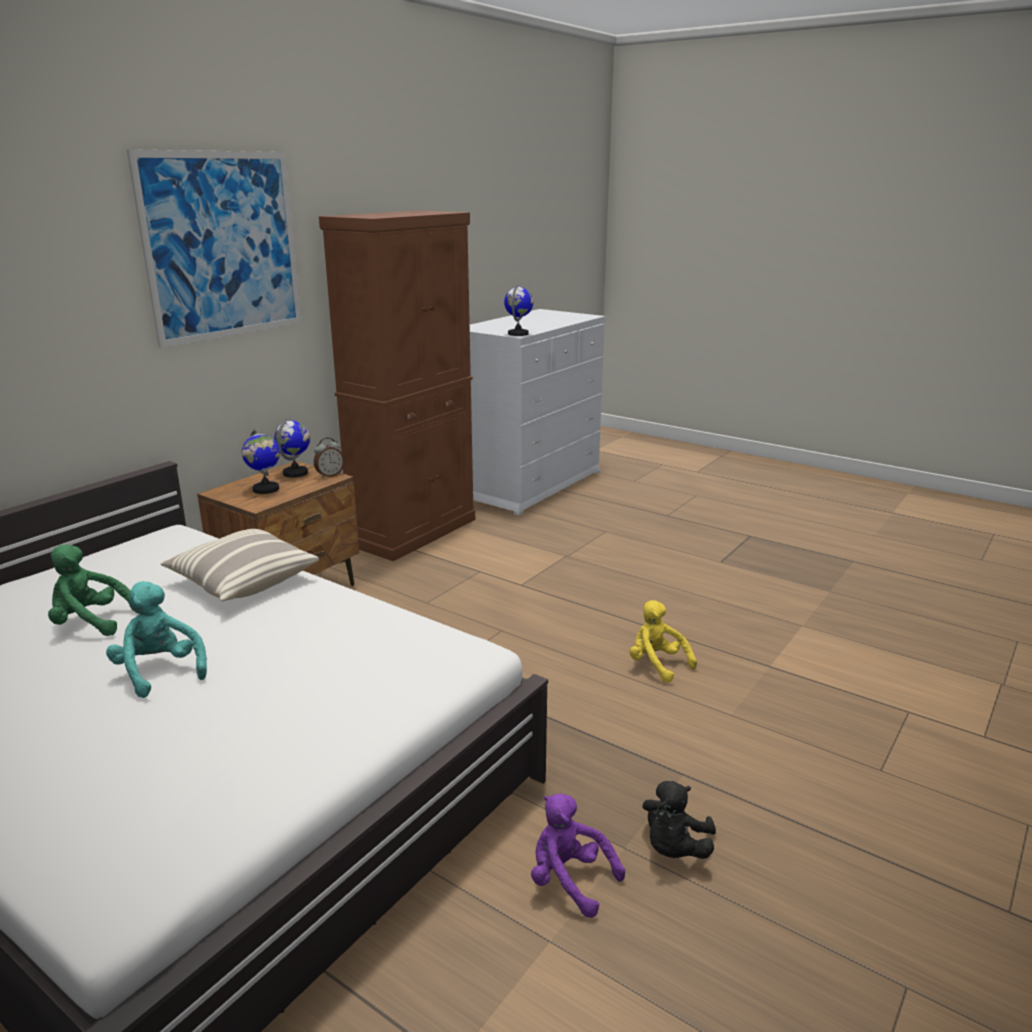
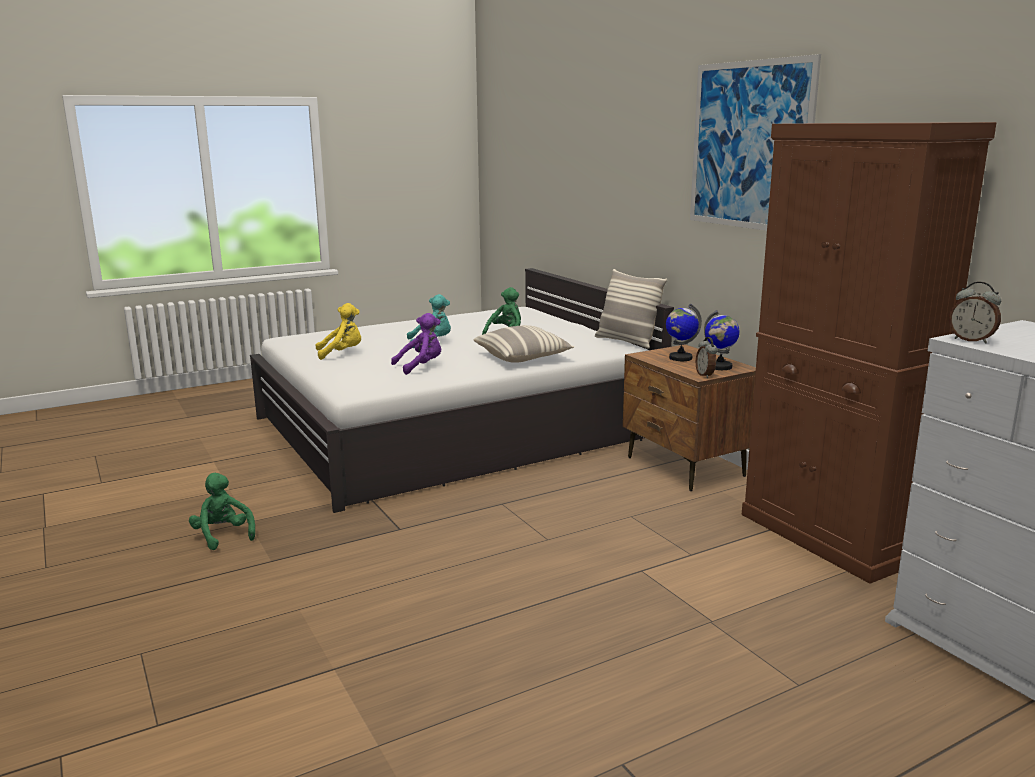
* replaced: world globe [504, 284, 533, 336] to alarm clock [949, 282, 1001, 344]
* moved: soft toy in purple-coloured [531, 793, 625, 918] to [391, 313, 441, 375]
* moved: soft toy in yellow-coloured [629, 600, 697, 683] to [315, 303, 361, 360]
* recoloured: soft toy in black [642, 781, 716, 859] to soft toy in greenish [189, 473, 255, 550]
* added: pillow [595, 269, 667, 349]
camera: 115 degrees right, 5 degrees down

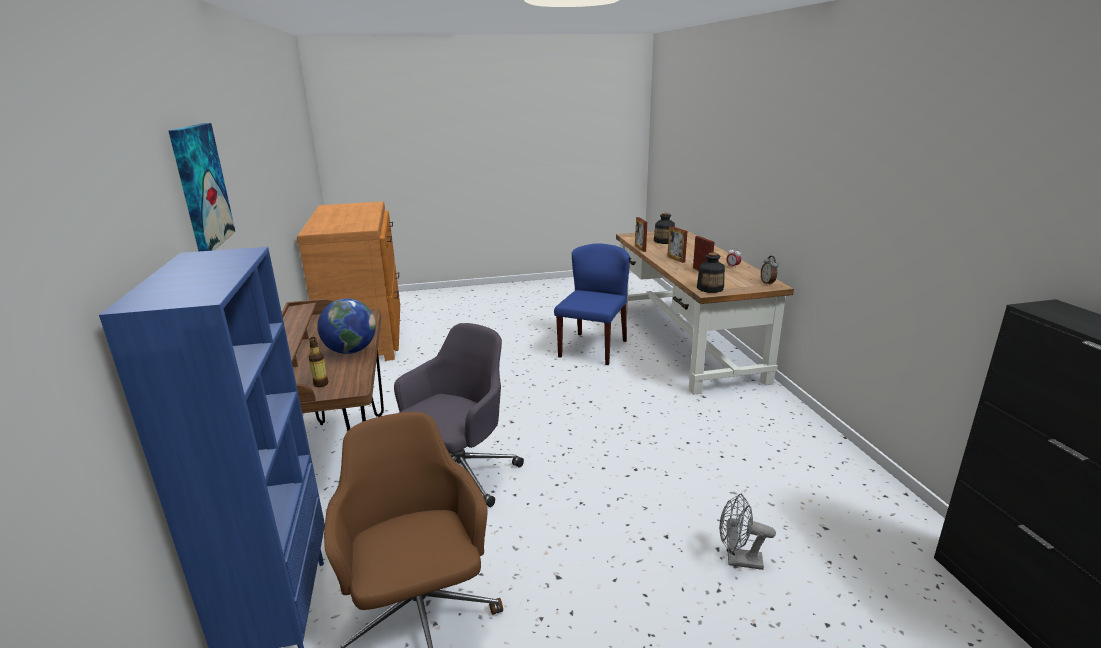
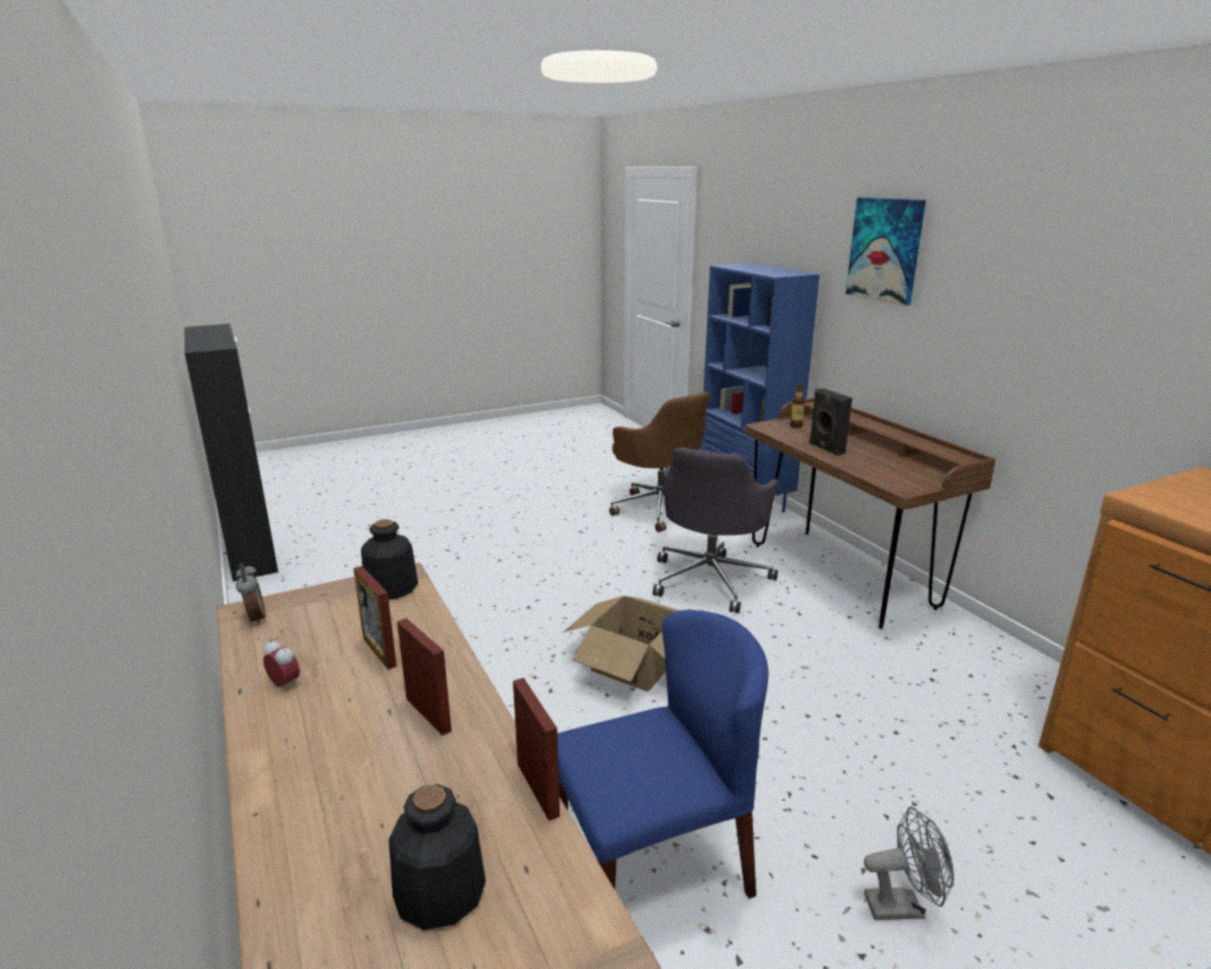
* replaced: world globe [317, 298, 376, 354] to audio speaker in black [809, 388, 852, 456]
* turned: plain chair in blue [554, 243, 630, 365] = [557, 610, 769, 899] 120 degrees counterclockwise
* moved: fan in greyish [720, 494, 776, 570] to [864, 806, 954, 920]
* added: cardboard box [563, 596, 680, 692]
camera: 165 degrees right, 0 degrees up

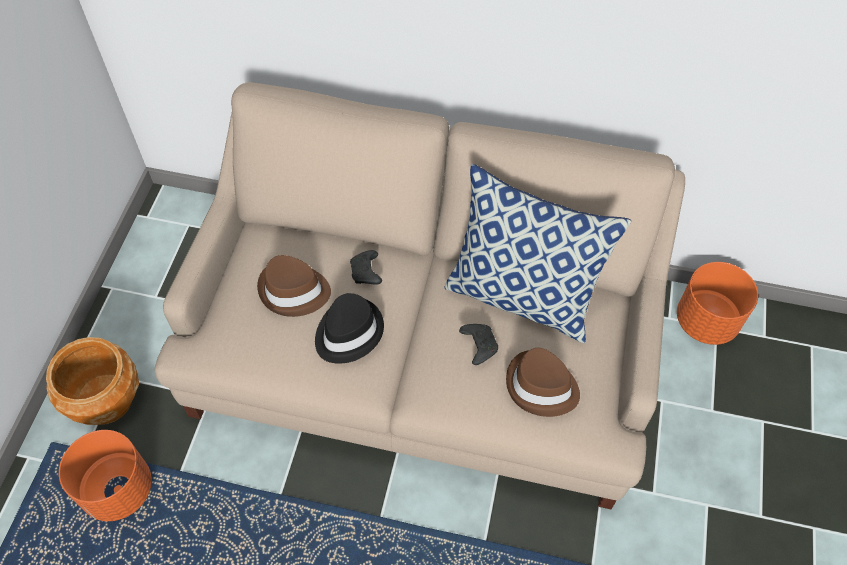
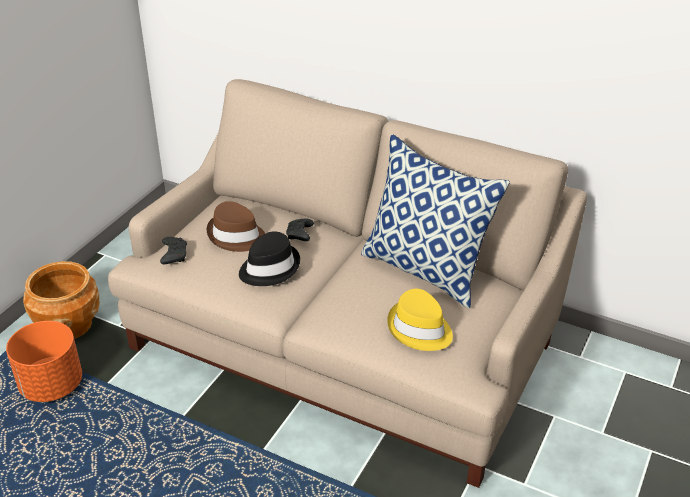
* moved: joypad in black [459, 324, 498, 365] to [160, 237, 187, 264]
* recoloured: clothing hat in brown-coloured [506, 348, 580, 417] to clothing hat in yellow-coloured [387, 289, 453, 351]
* removed: plant pot in orange-coloured [677, 262, 758, 345]
camera: 15 degrees right, 20 degrees down

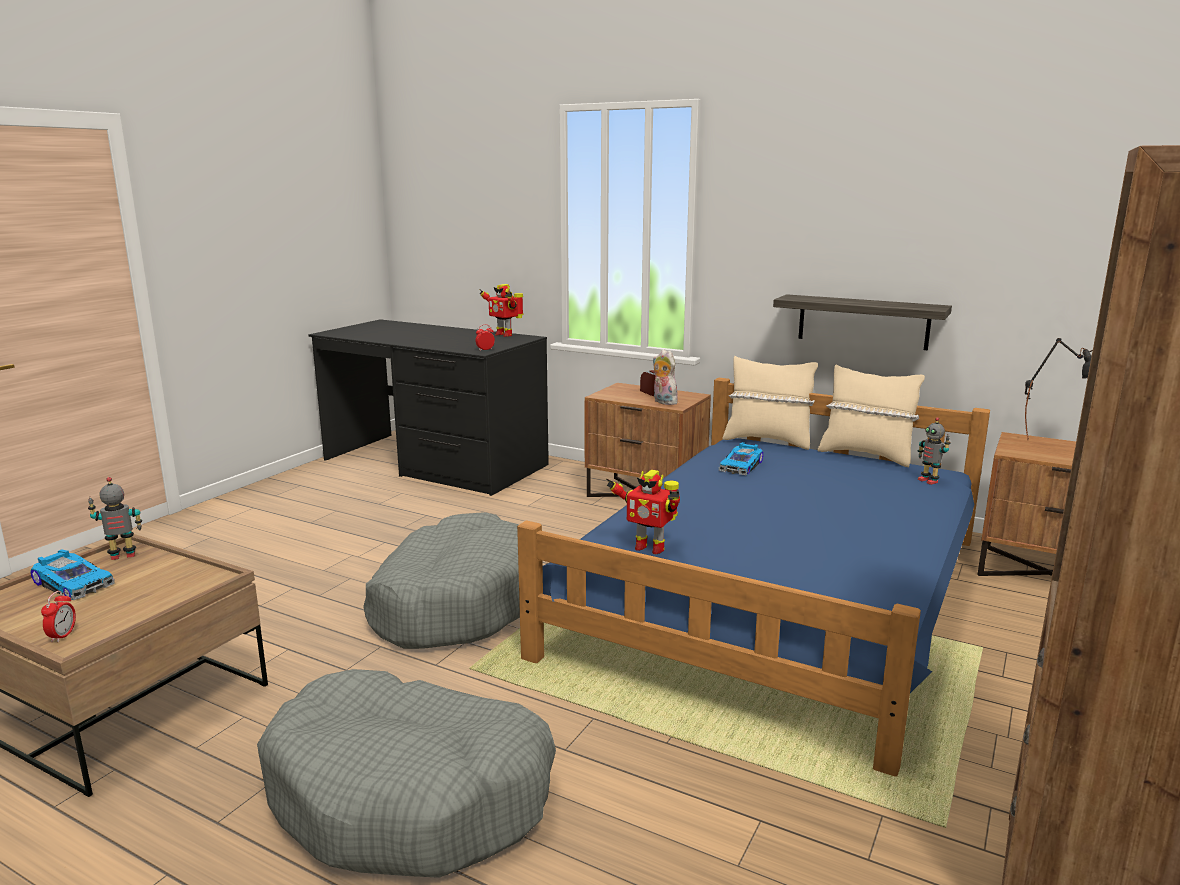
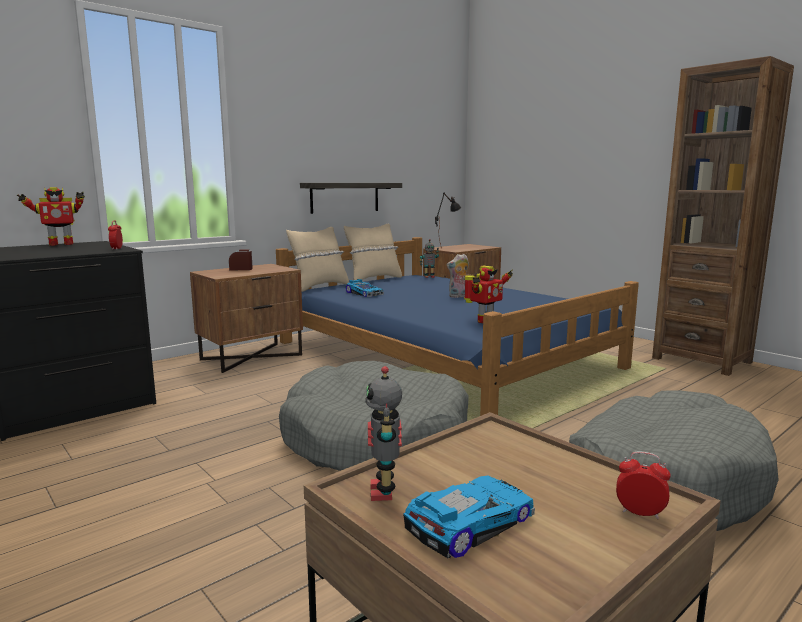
* moved: soft toy [653, 349, 679, 405] to [447, 254, 469, 298]
camera: 70 degrees left, 5 degrees down

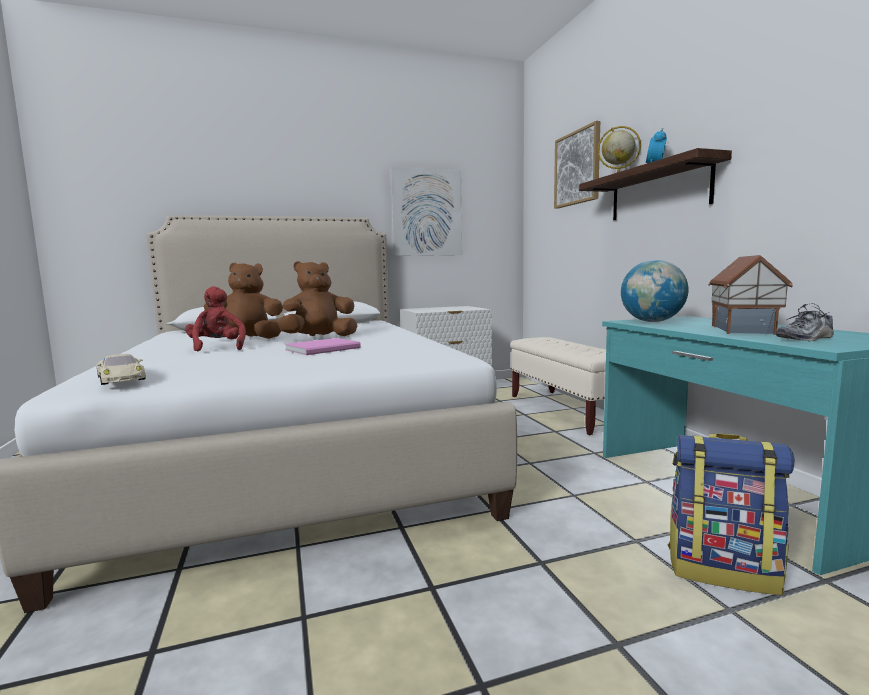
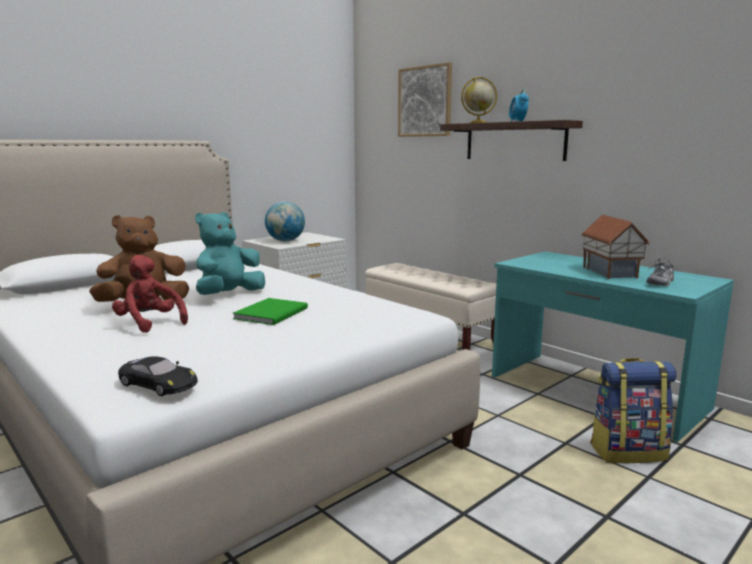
* recoloured: miniature car in sand-coloured [96, 354, 146, 385] to miniature car in black [118, 356, 198, 396]
* recoloured: soft toy in brown-coloured [277, 261, 358, 336] to soft toy in turquoise-coloured [195, 212, 265, 295]
* recoloured: bound book in pink [285, 338, 361, 355] to bound book in greenish [233, 298, 308, 325]
* removed: picture [390, 167, 462, 256]
* moved: world globe [621, 260, 689, 322] to [265, 201, 305, 241]
camera: 25 degrees left, 5 degrees up

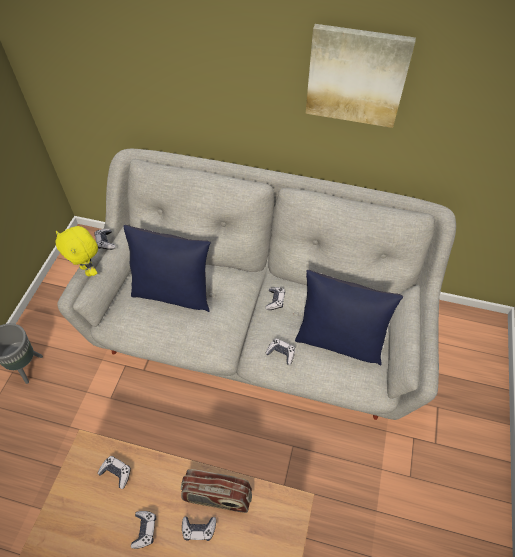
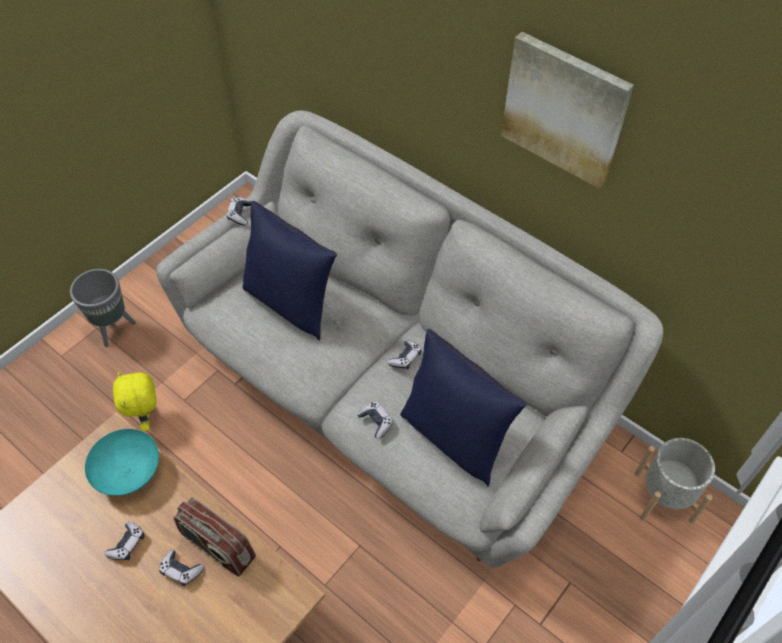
* moved: soft toy in yellow-coloured [55, 226, 98, 276] to [113, 372, 157, 431]
* replaced: joypad [97, 456, 131, 489] to bowl in turquoise-coloured [85, 429, 159, 496]
* added: plant pot in greyish [635, 438, 715, 523]
camera: 25 degrees right, 0 degrees up

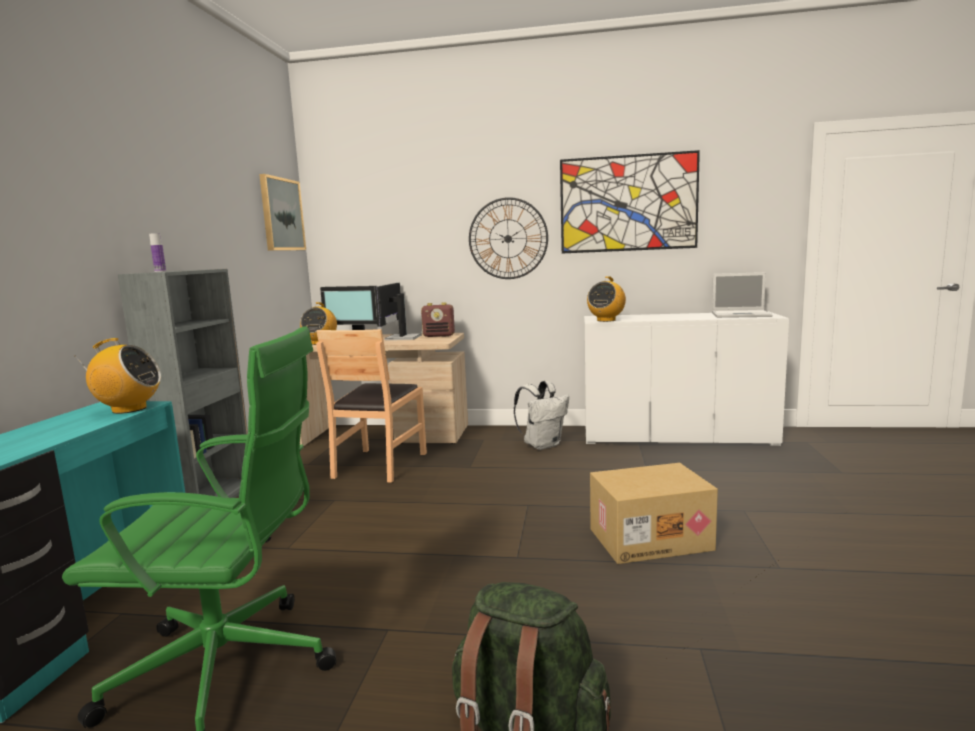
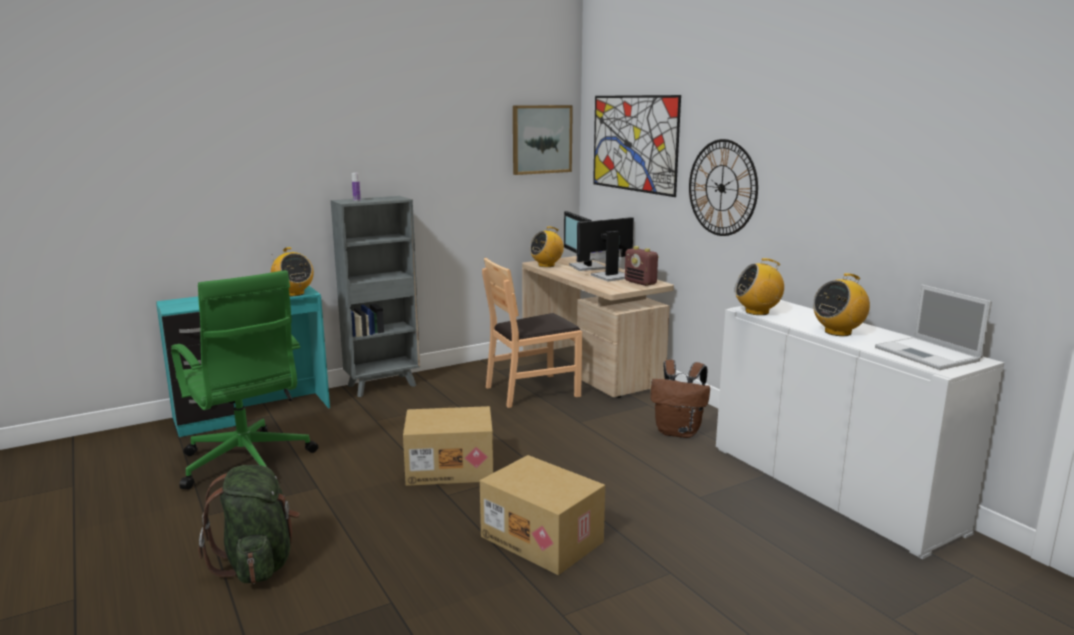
* recoloured: rucksack in white [514, 381, 569, 450] to rucksack in brown-coloured [650, 360, 710, 438]
* moved: picture [560, 150, 700, 253] to [593, 95, 681, 197]
* added: cardboard box [403, 406, 493, 486]
* added: radio receiver [813, 273, 870, 336]
camera: 50 degrees right, 5 degrees up

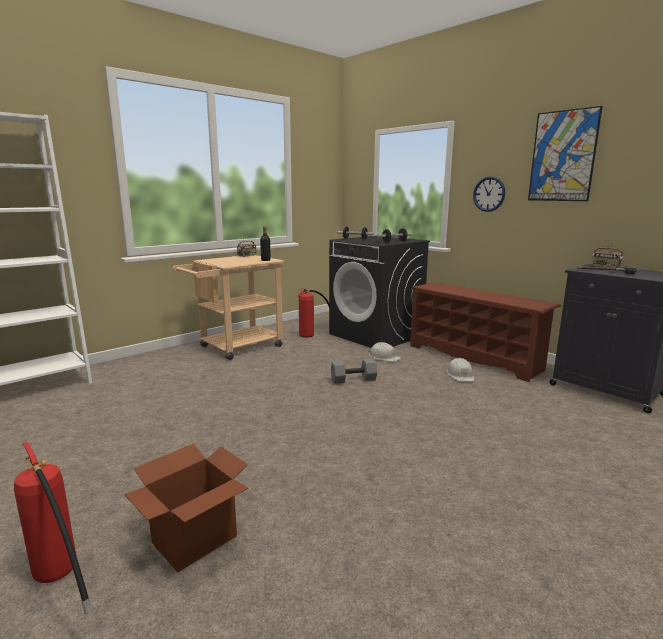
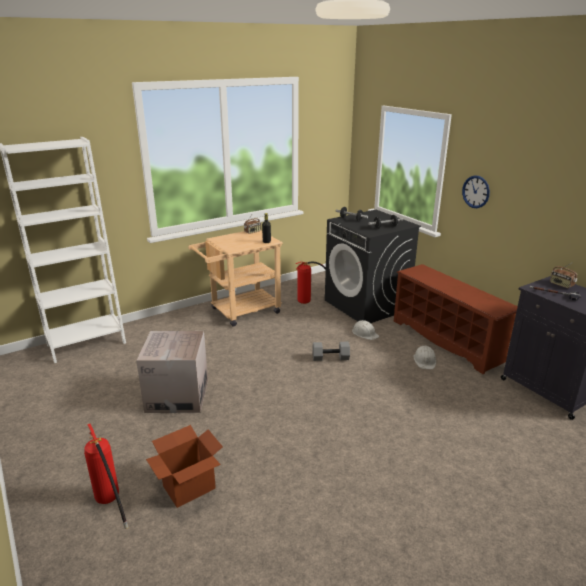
* removed: picture [528, 106, 603, 201]
* added: cardboard box [136, 331, 208, 413]
camera: 10 degrees right, 10 degrees up

